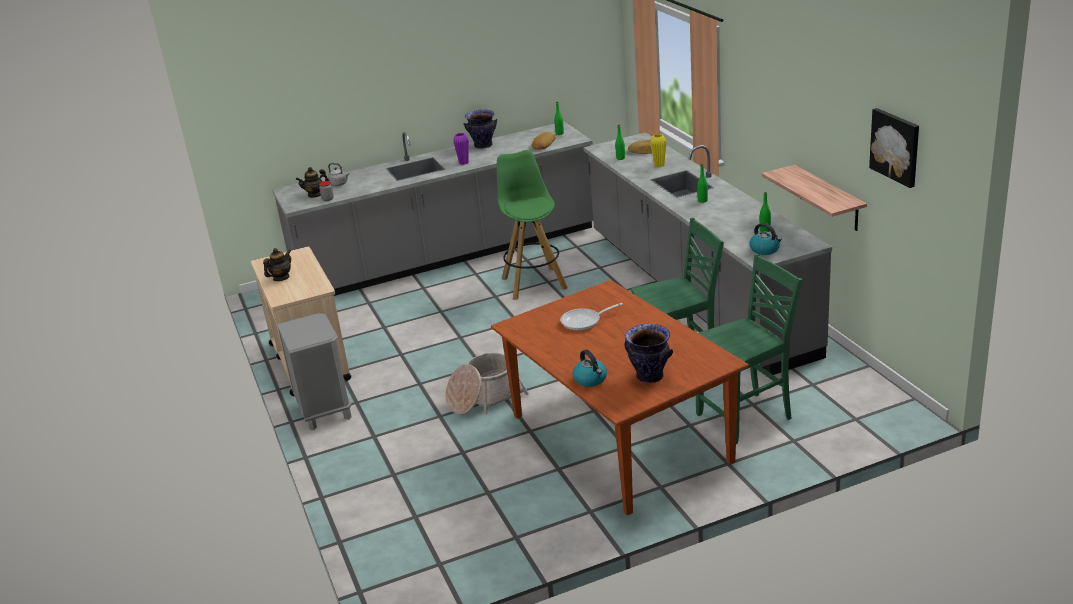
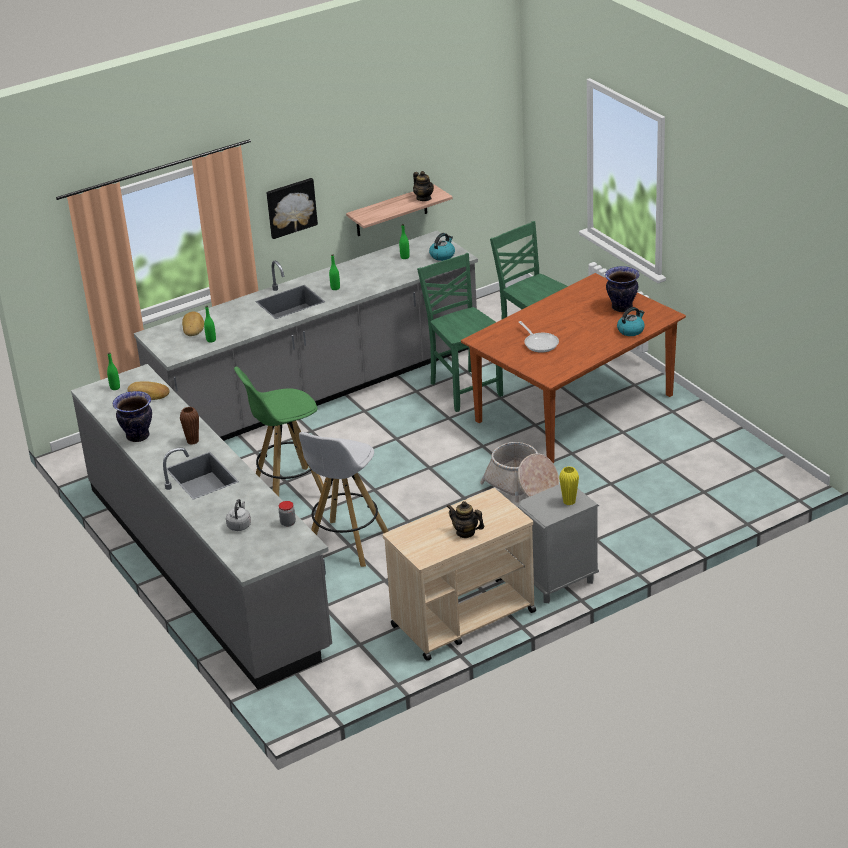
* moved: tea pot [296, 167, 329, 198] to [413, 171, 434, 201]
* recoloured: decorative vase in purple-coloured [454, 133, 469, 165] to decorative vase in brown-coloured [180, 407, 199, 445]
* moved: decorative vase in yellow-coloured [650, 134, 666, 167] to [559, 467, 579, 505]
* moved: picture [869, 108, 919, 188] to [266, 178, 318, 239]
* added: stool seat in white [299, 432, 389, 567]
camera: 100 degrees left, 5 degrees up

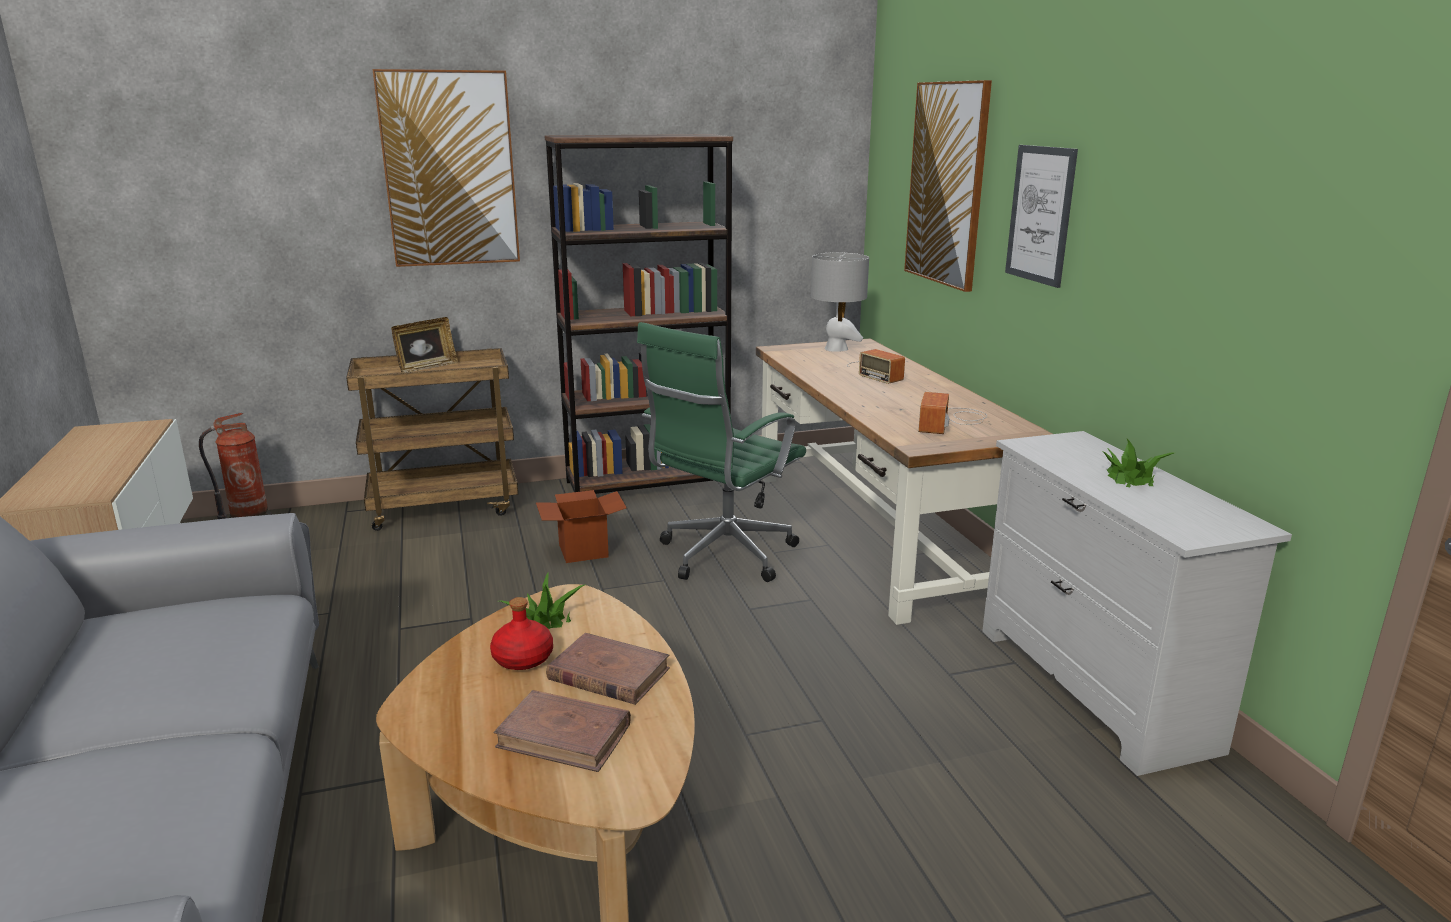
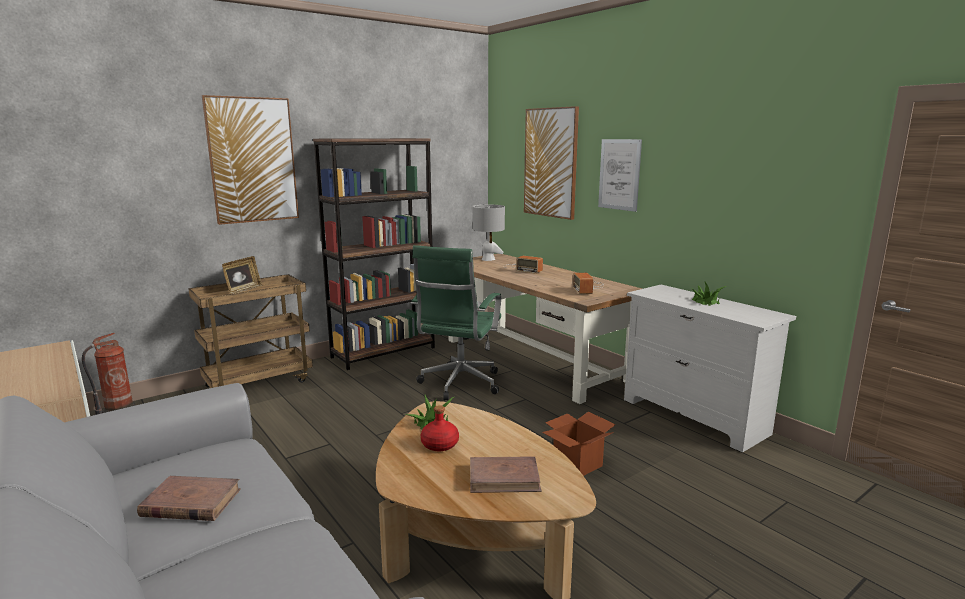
* moved: cardboard box [536, 490, 627, 563] to [542, 412, 616, 476]
* moved: bound book in brown-coloured [546, 633, 670, 705] to [137, 476, 241, 521]
camera: 20 degrees left, 5 degrees down

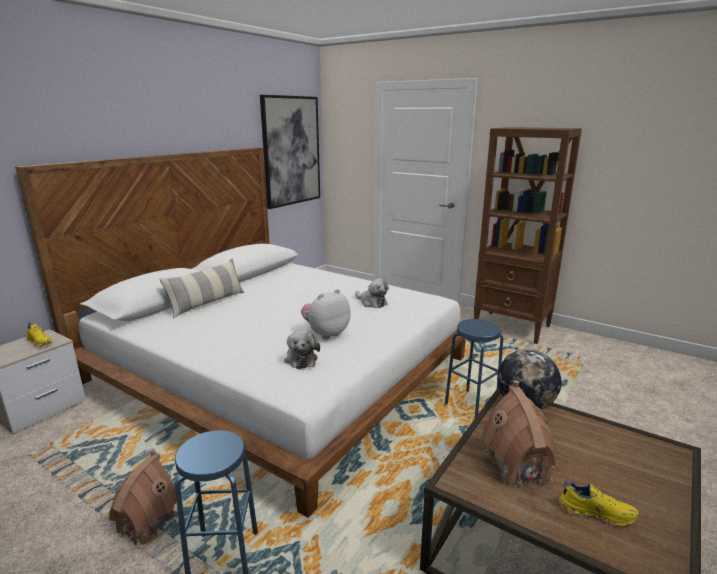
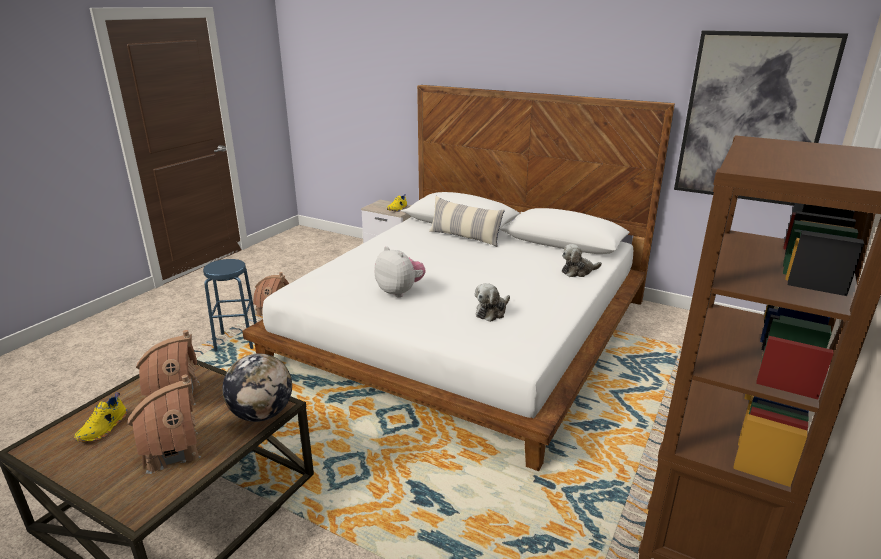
* moved: soft toy [284, 330, 320, 369] to [562, 244, 602, 277]
* removed: stool seat in blue [445, 319, 503, 419]
* added: miniature house [128, 374, 201, 474]
camera: 85 degrees right, 5 degrees up

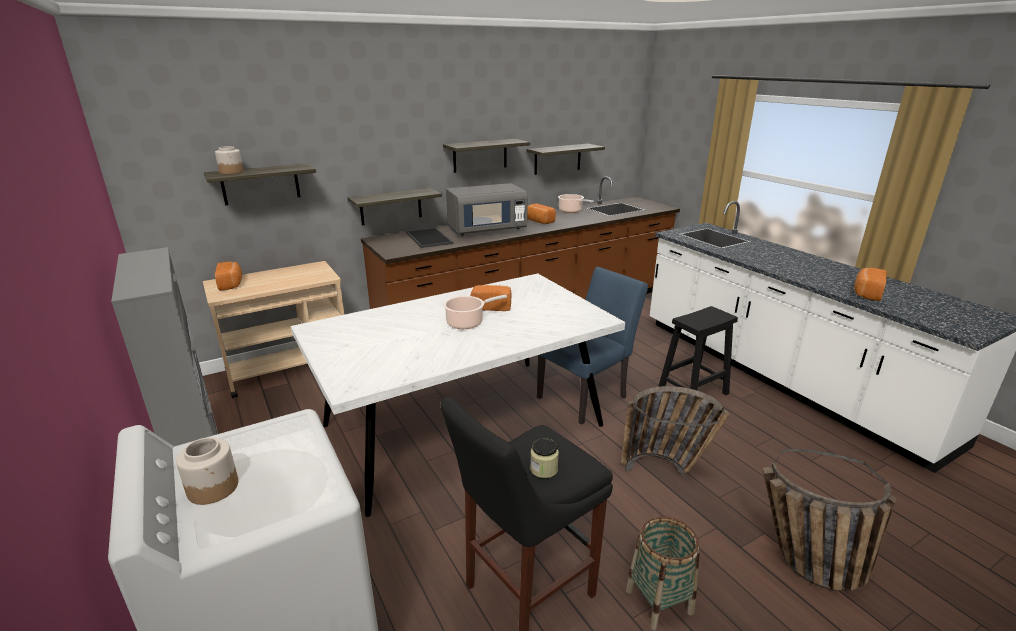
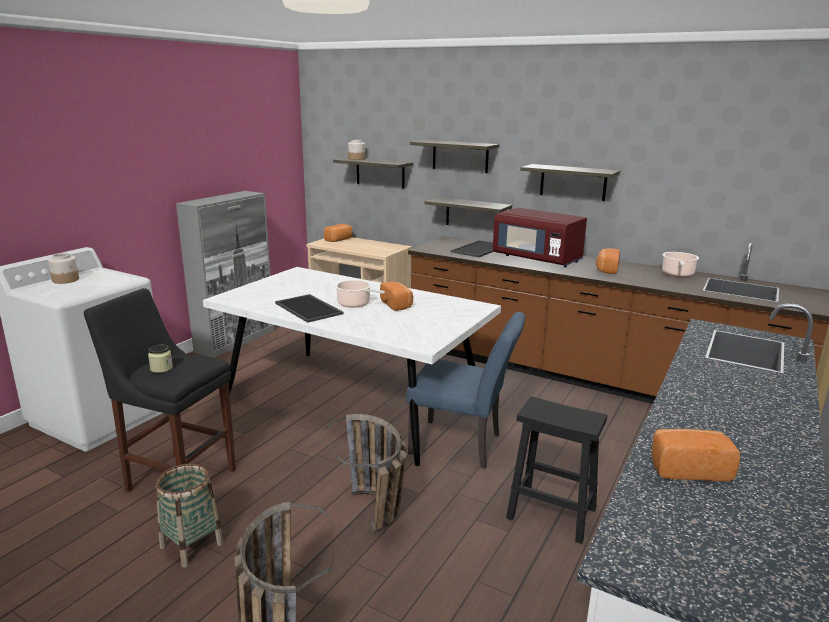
* recoloured: kitchen microwave in greyish [446, 183, 528, 235] to kitchen microwave in red [493, 208, 587, 268]
* moved: bracket shelf [527, 144, 605, 175] to [410, 140, 499, 173]
* added: tray [275, 294, 344, 323]
camera: 60 degrees right, 5 degrees down

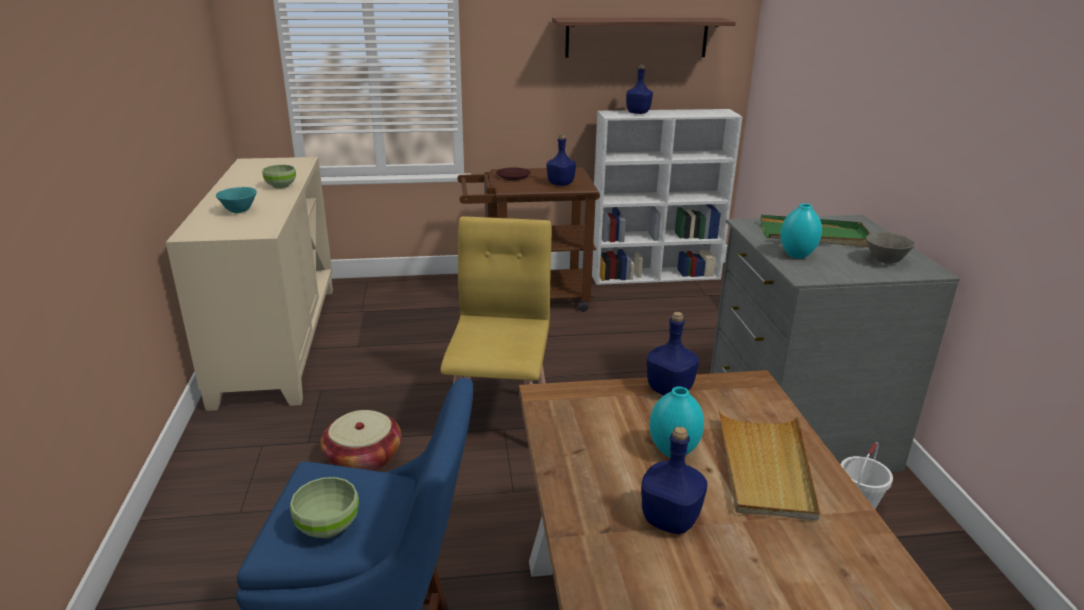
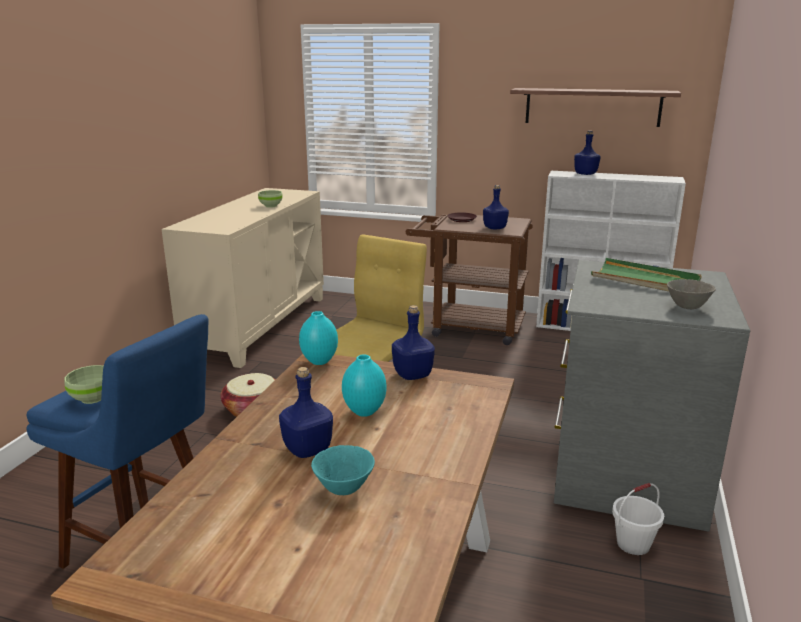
* moved: bowl in turquoise-coloured [216, 187, 257, 213] to [311, 445, 375, 495]
* removed: tray in sand-coloured [718, 409, 820, 520]
* moved: decorative vase in turquoise-coloured [780, 203, 822, 258] to [299, 311, 338, 365]
camera: 25 degrees right, 5 degrees down

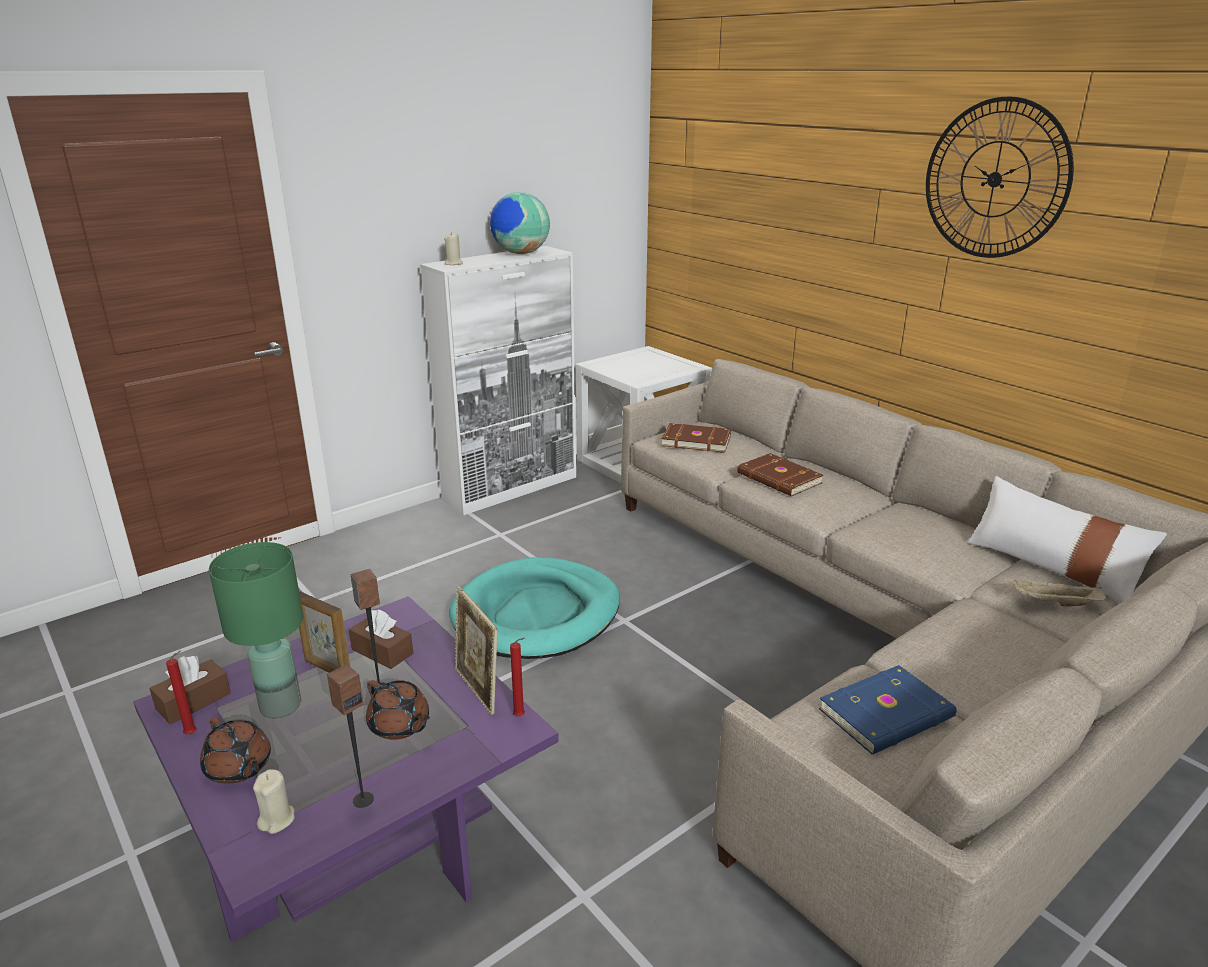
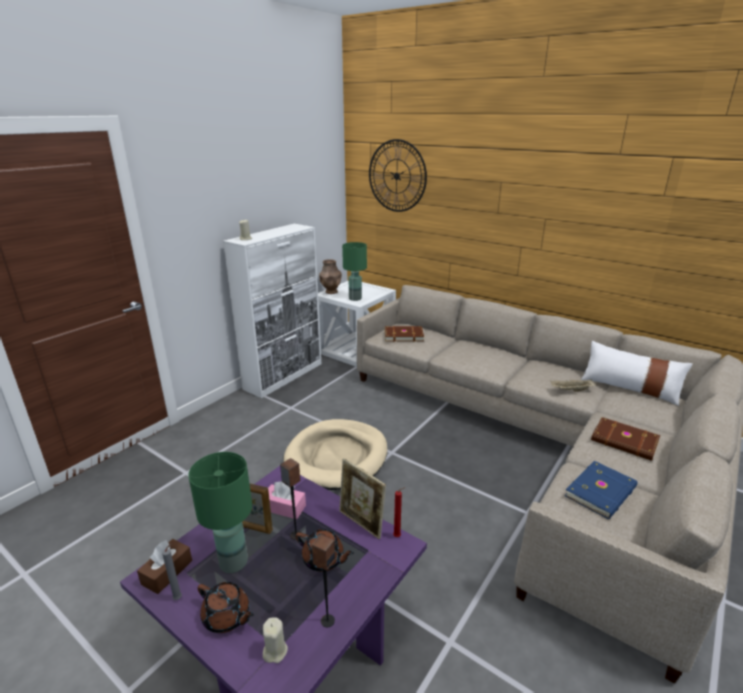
* recoloured: wax light in red [166, 651, 197, 734] to wax light in greyish [162, 543, 182, 600]
* recoloured: tissue box in brown-coloured [349, 609, 413, 669] to tissue box in pink [268, 481, 306, 519]
* recoloured: pet bed in turquoise-coloured [449, 557, 620, 659] to pet bed in sand-coloured [284, 419, 387, 490]
* removed: world globe [490, 192, 550, 254]
* moved: bound book in brown-coloured [737, 453, 824, 496] to [591, 417, 660, 461]
* moved: hanging clock [926, 96, 1074, 258] to [369, 139, 427, 212]
* moved: tray in sand-coloured [1014, 579, 1107, 607] to [550, 379, 596, 392]
* added: decorative vase in brown-coloured [319, 259, 342, 294]
* added: lamp for a table in greenish [342, 242, 367, 301]
camera: 15 degrees left, 0 degrees up

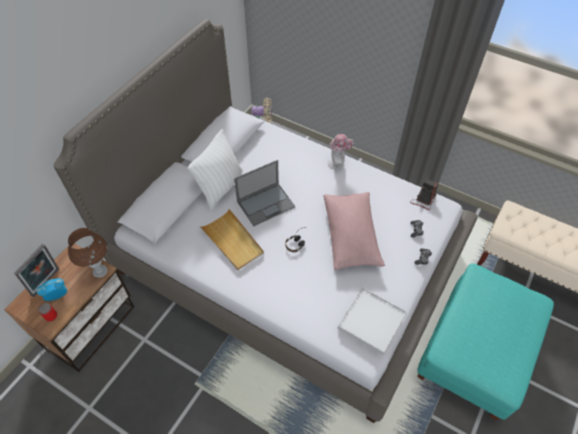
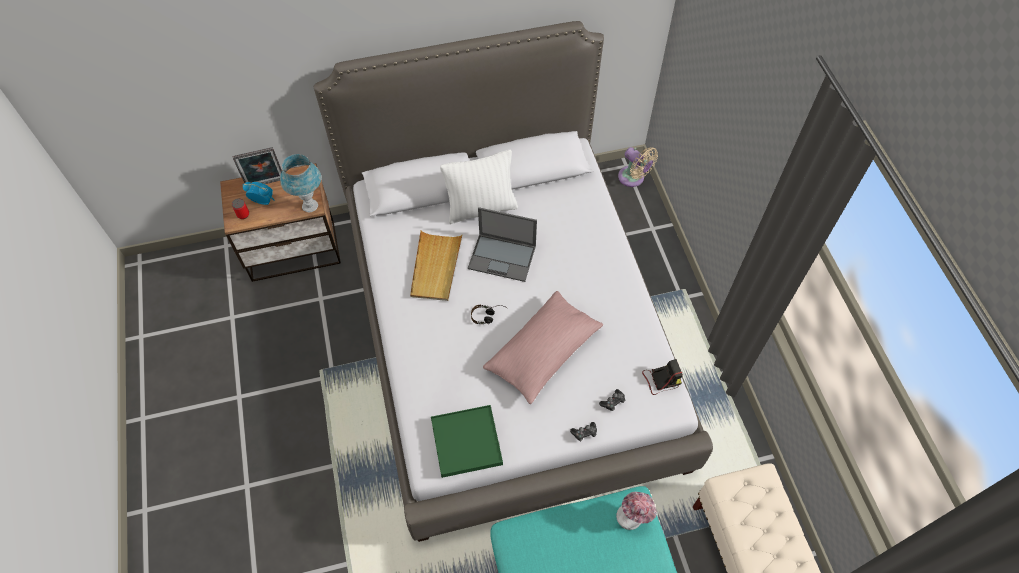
* recoloured: lamp for a table in brown-coloured [68, 228, 108, 278] to lamp for a table in blue [280, 154, 321, 212]
* moved: clothing hat [328, 134, 353, 170] to [616, 492, 657, 530]
* recoloured: tray in white [337, 287, 407, 355] to tray in greenish [431, 405, 503, 478]
camera: 45 degrees right, 5 degrees up

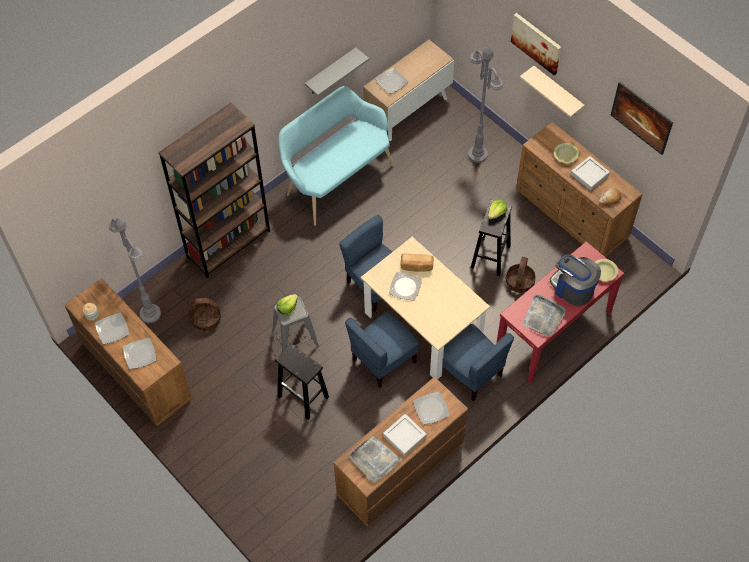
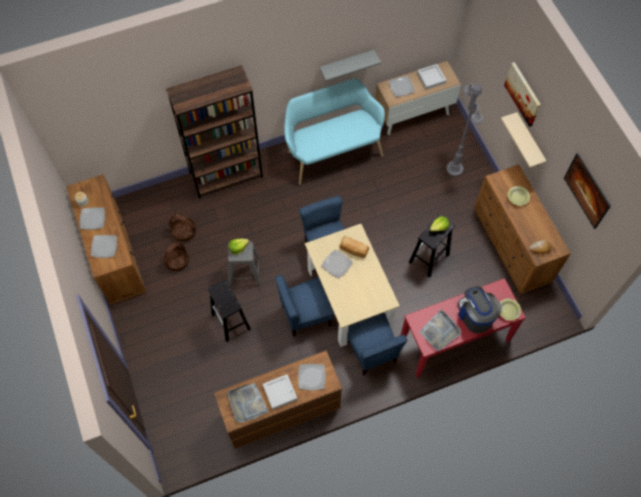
* removed: standing lamp in greyish [109, 218, 161, 323]
* moved: basket [506, 257, 536, 293] to [163, 242, 189, 272]
* moved: tray in greyish [571, 156, 610, 191] to [417, 64, 446, 90]
camera: 20 degrees right, 5 degrees up

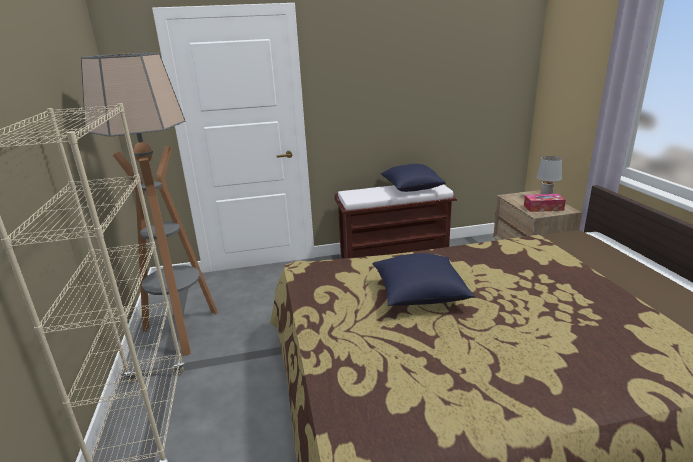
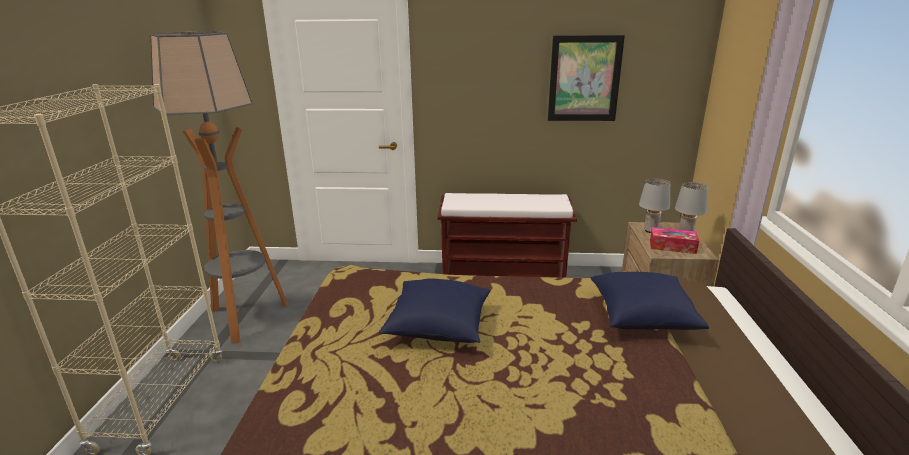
* moved: pillow in blue [381, 164, 446, 192] to [590, 272, 709, 330]
* added: picture [548, 35, 625, 121]
* added: lamp for a table in greyish [639, 178, 671, 233]
camera: 15 degrees right, 0 degrees up

